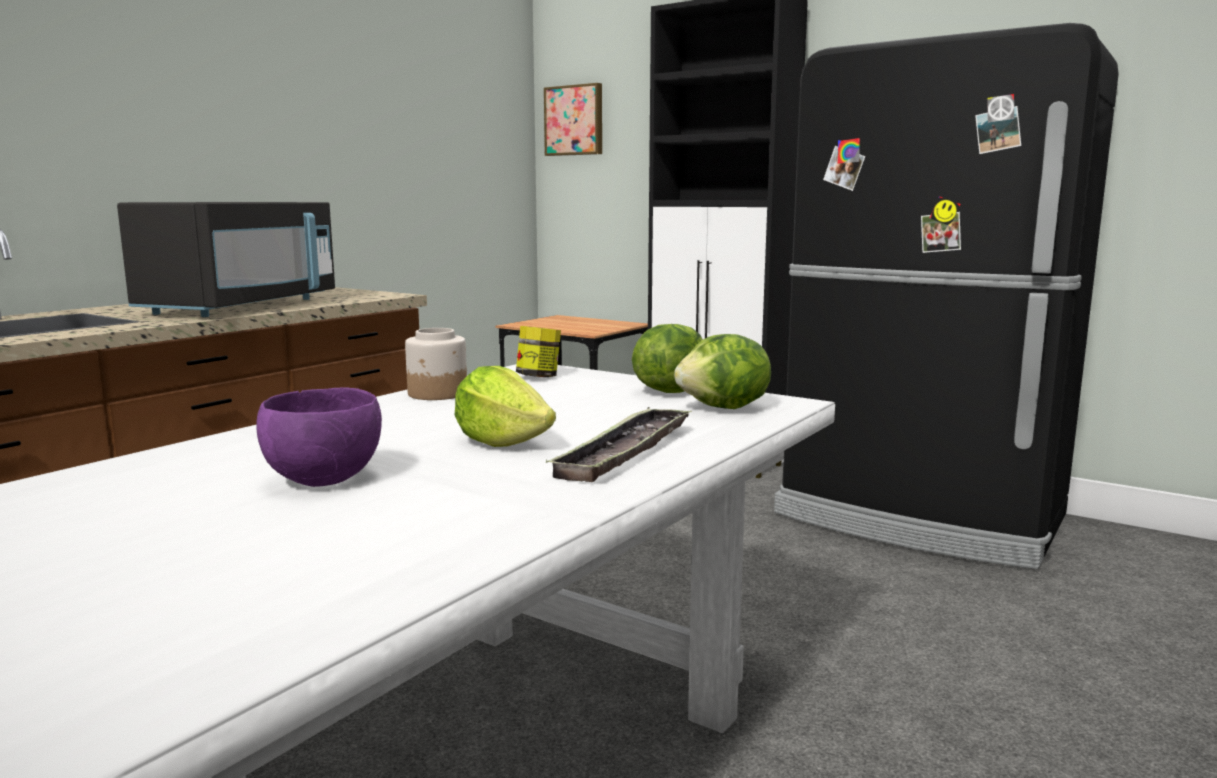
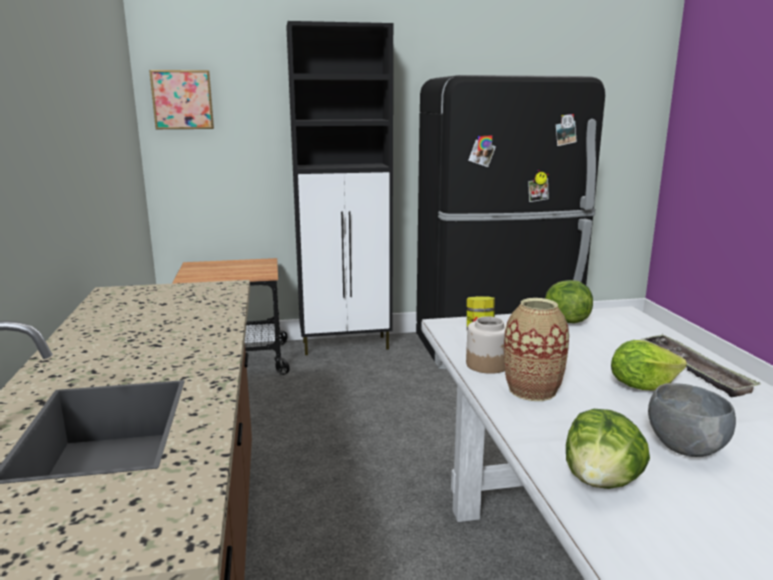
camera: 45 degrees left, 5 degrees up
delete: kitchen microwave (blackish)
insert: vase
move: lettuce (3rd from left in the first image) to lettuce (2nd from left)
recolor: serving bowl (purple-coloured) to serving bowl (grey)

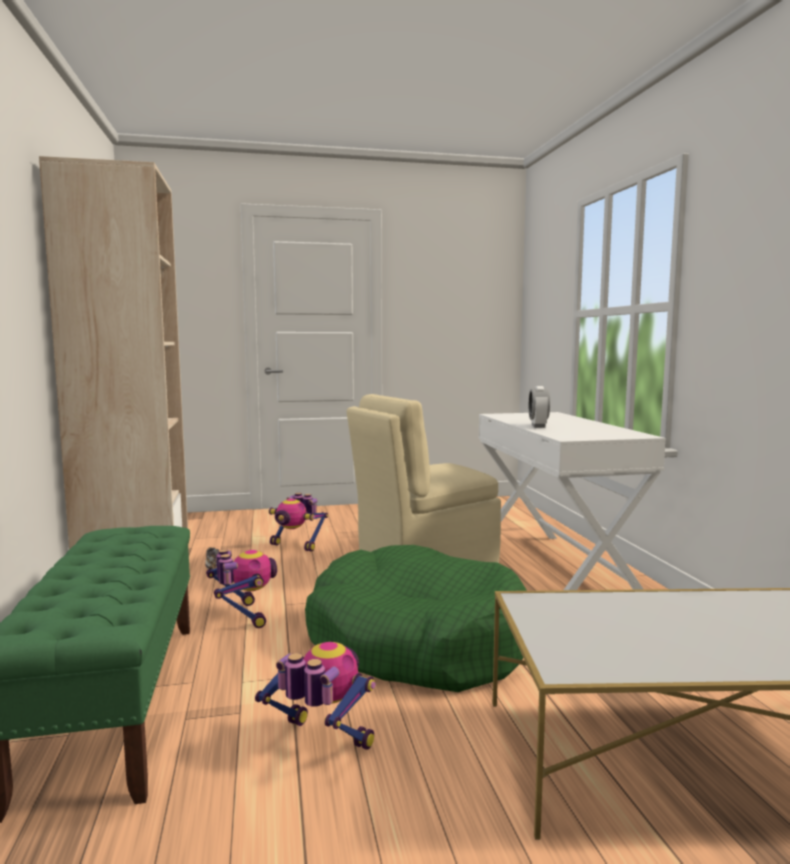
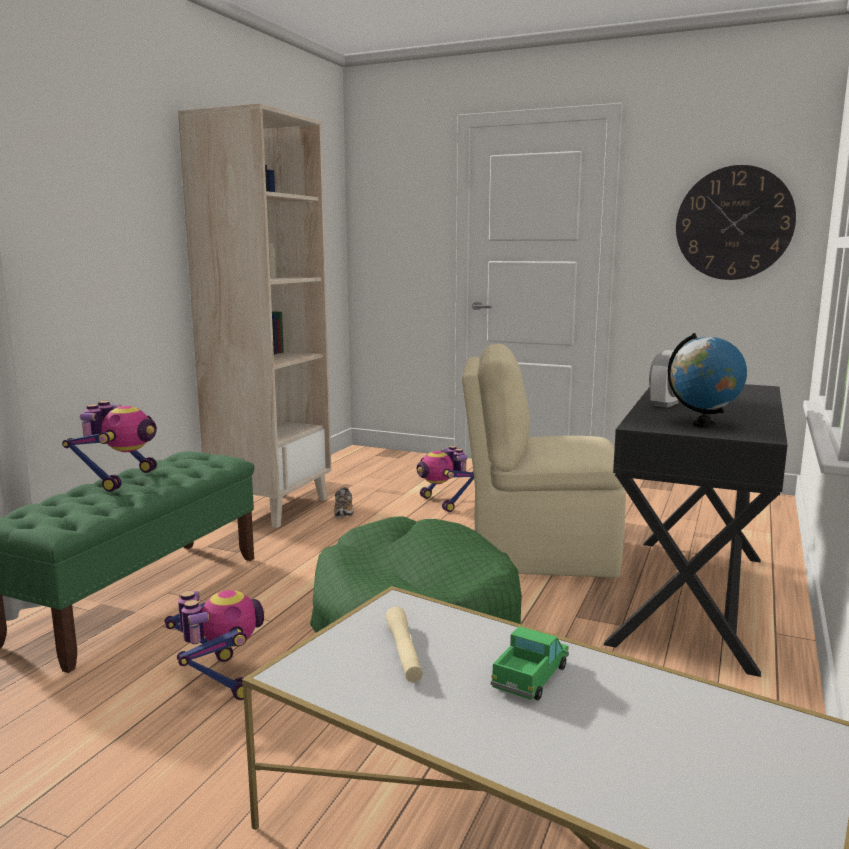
camera: 35 degrees right, 5 degrees up
insert: flashlight (beige-coloured); toy truck; world globe; clock on the wall
move: toy robot (1st from left)
recolor: desk table (white) to desk table (blackish)

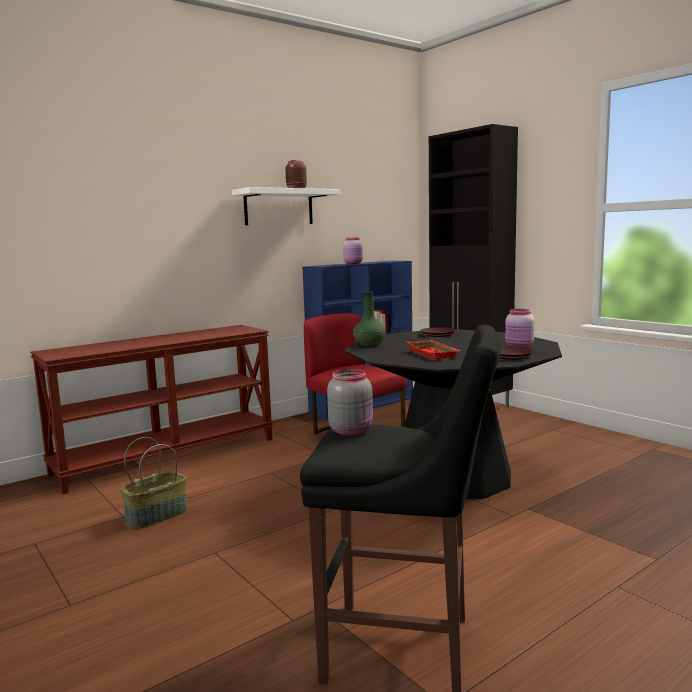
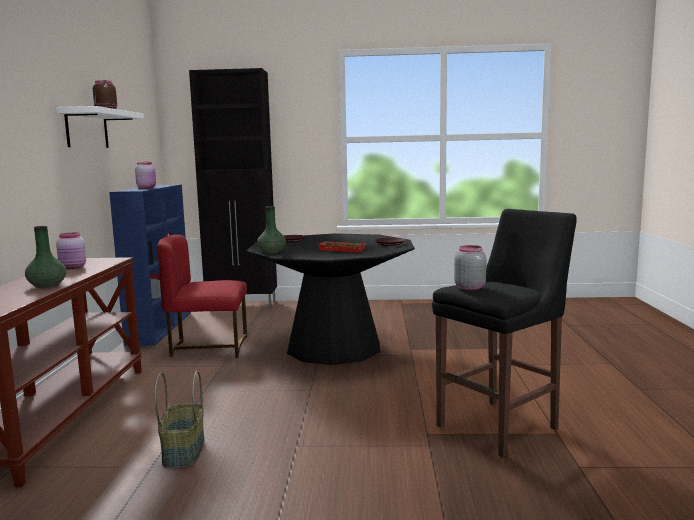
camera: 50 degrees left, 0 degrees up
insert: vase (green-coloured) (1st from left)
move: storage jar (pinkish) (2nd from left in the first image) to storage jar (pinkish) (1st from left)

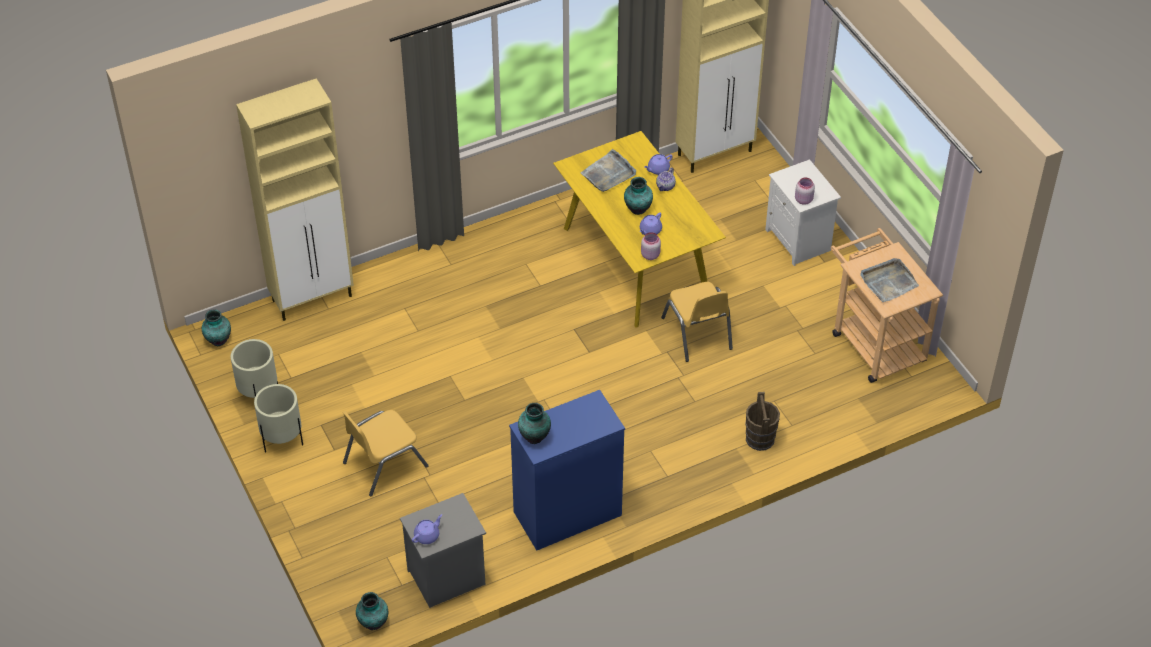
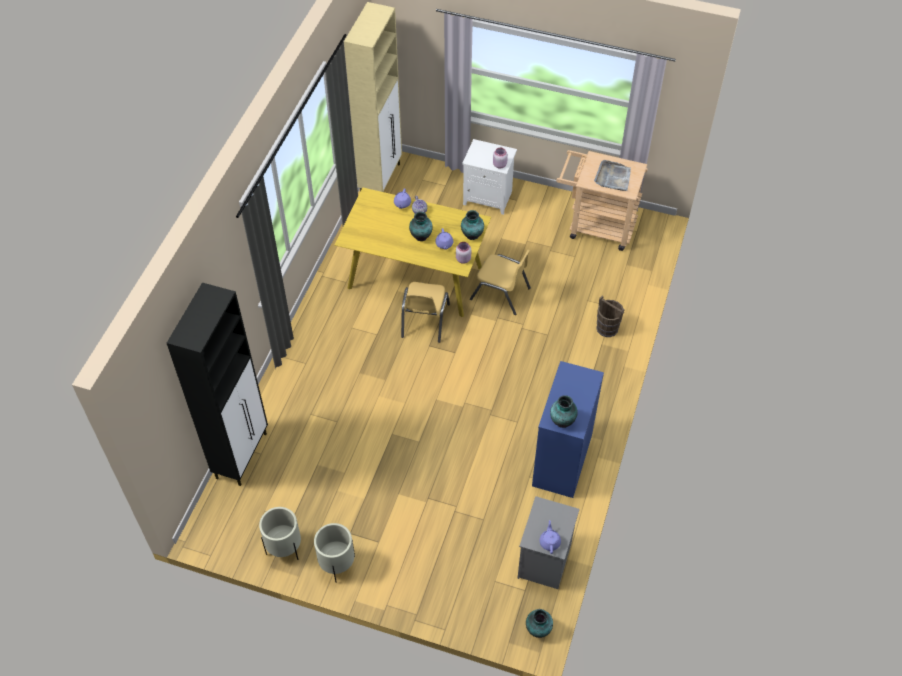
camera: 45 degrees left, 5 degrees up
delete: serving tray (grey) (1st from left)
move: vase (1st from left in the first image) to vase (2nd from left); chair (yellow-coloured) (1st from left)
recolor: storage cabinet (beige-coloured) (1st from left) to storage cabinet (blackish)

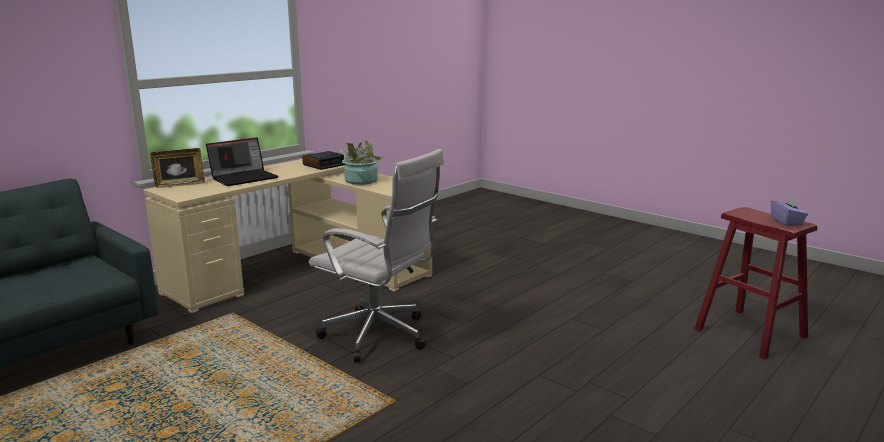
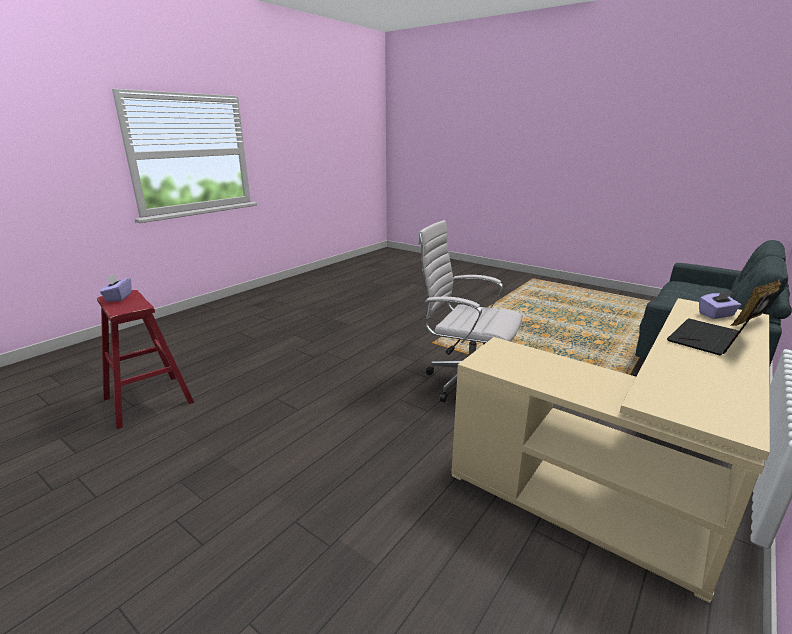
camera: 175 degrees right, 5 degrees up
delete: bedside clock; plant in a pot
insert: tissue box (purple-coloured) (2nd from left)

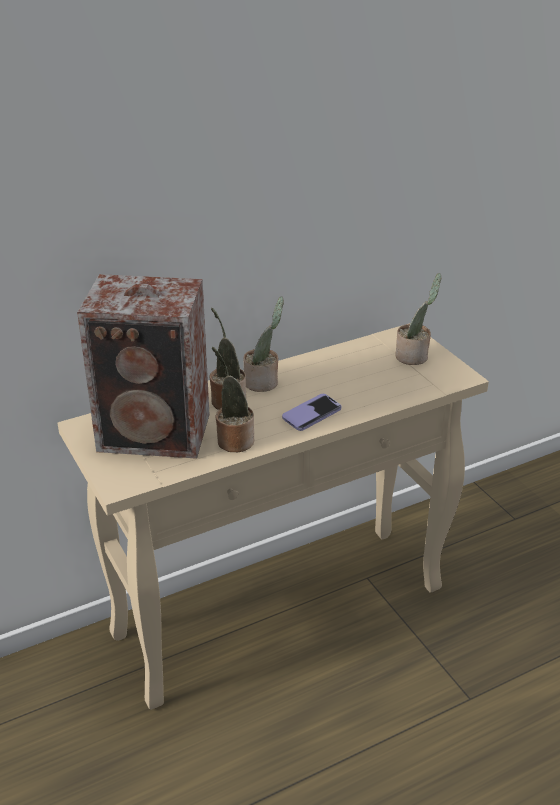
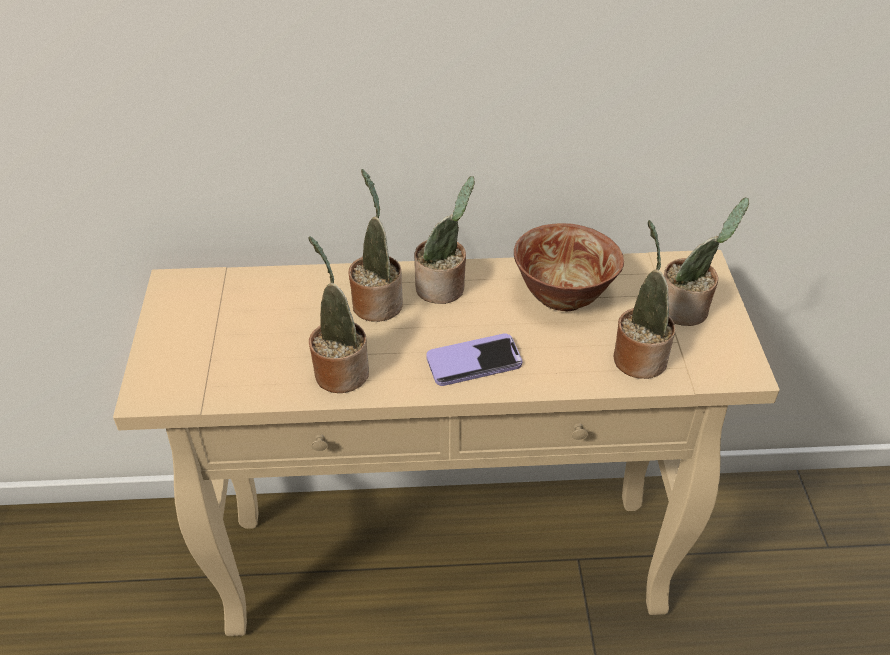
camera: 25 degrees right, 10 degrees up
delete: speaker
insert: serving bowl; plant in a pot (4th from left)

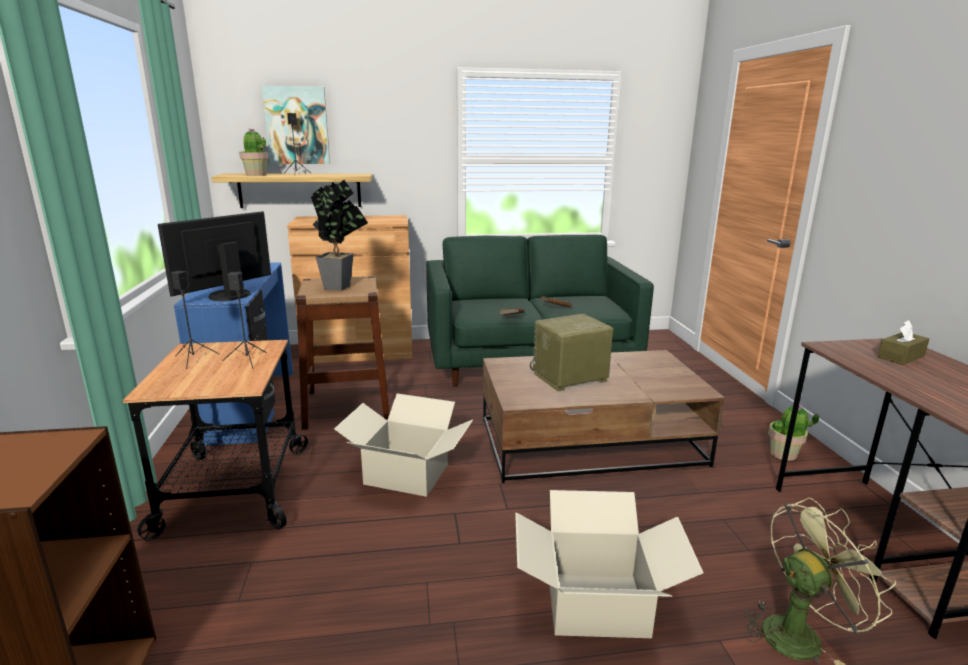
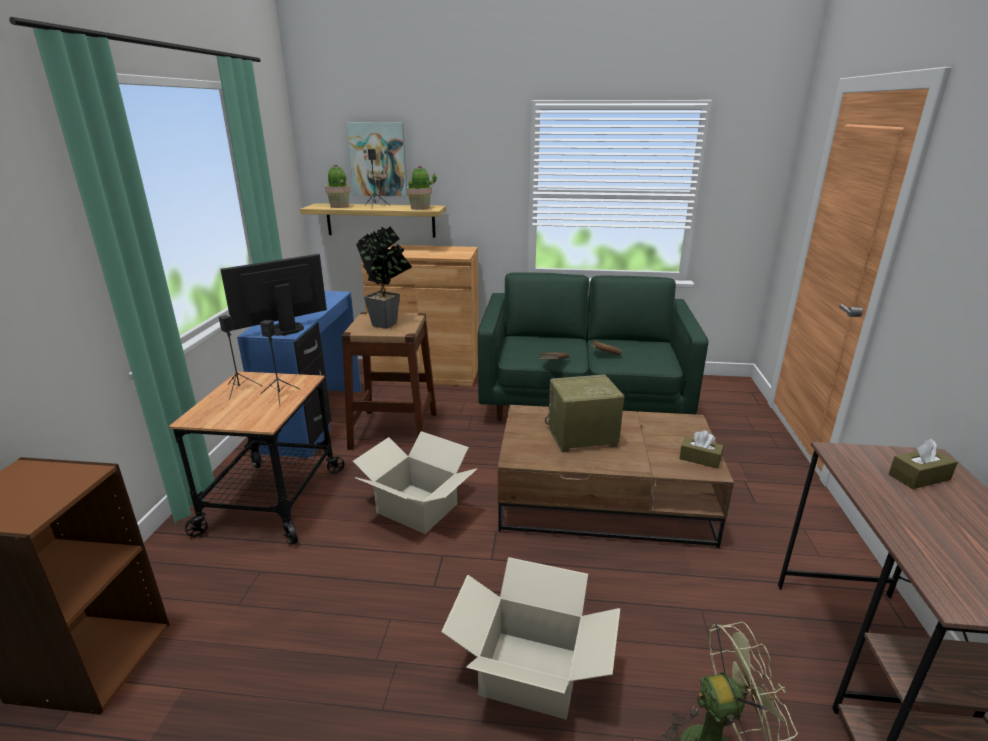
camera: 15 degrees right, 5 degrees up
insert: tissue box (brown-coloured) (1st from left)
move: plant in a pot (3rd from left)

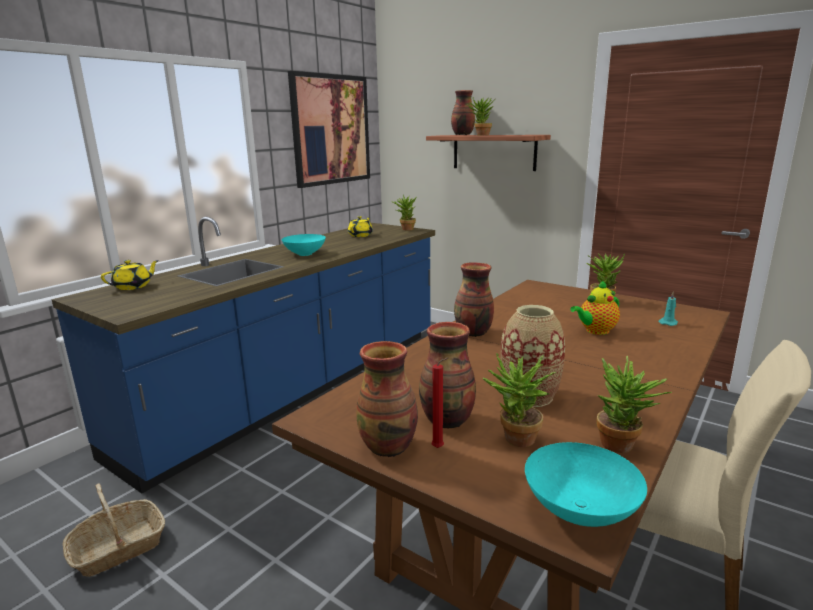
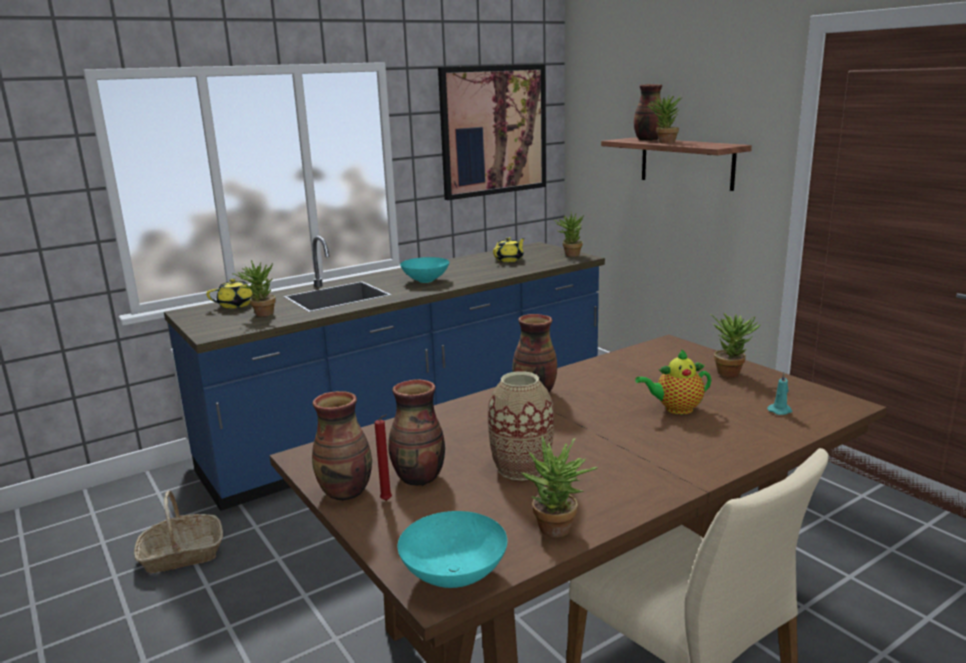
camera: 20 degrees right, 0 degrees up
move: plant in a pot (3rd from left in the first image) to plant in a pot (1st from left)

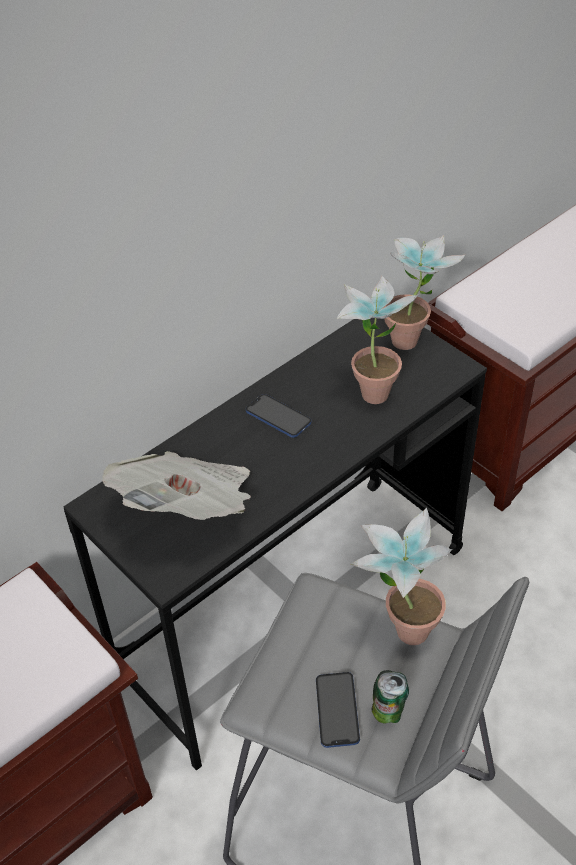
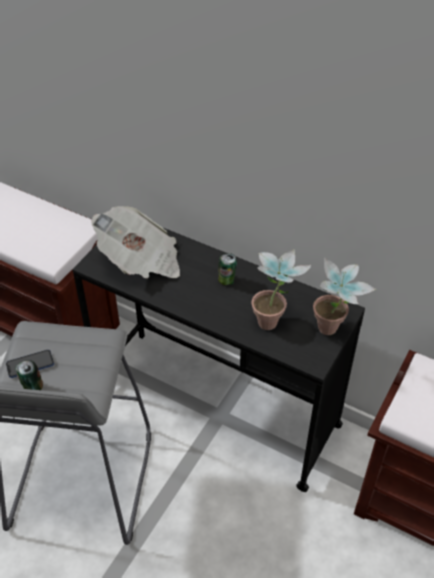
camera: 70 degrees right, 0 degrees up
delete: plant in a pot (2nd from left)
replace: handset (1st from left) to sealed can (2nd from left)

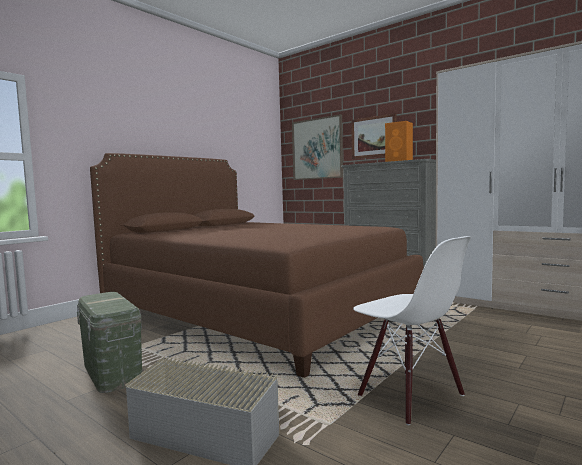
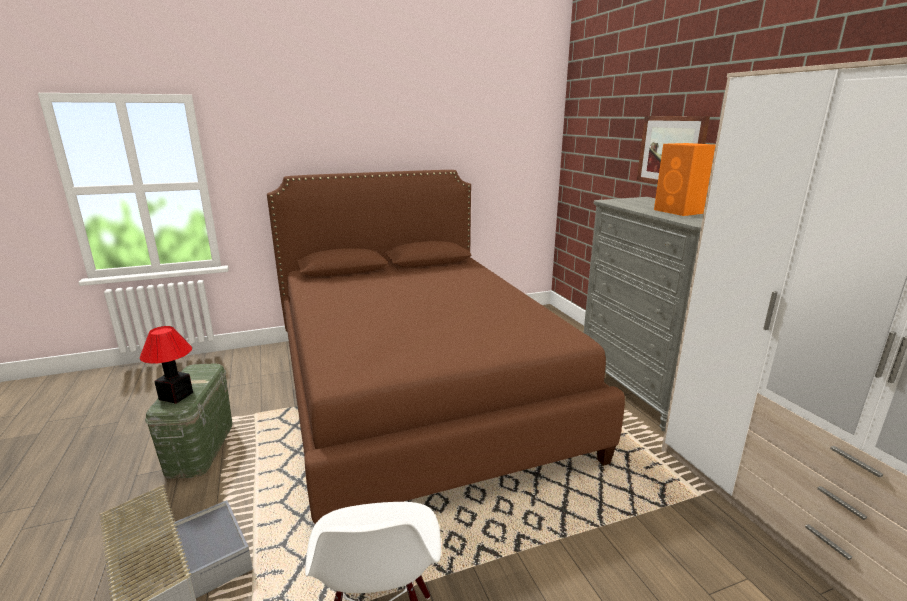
camera: 30 degrees right, 15 degrees up
delete: wall picture (1st from left)
insert: table lamp

